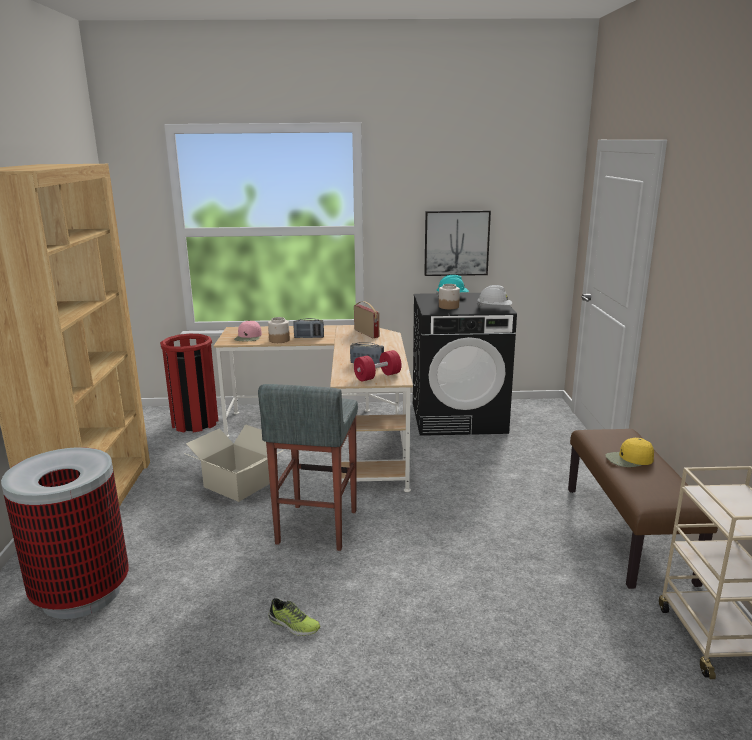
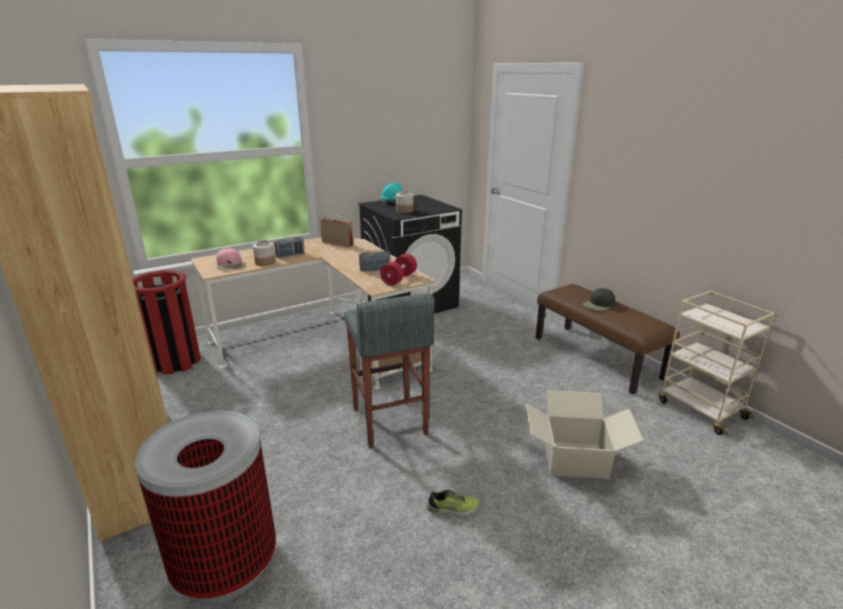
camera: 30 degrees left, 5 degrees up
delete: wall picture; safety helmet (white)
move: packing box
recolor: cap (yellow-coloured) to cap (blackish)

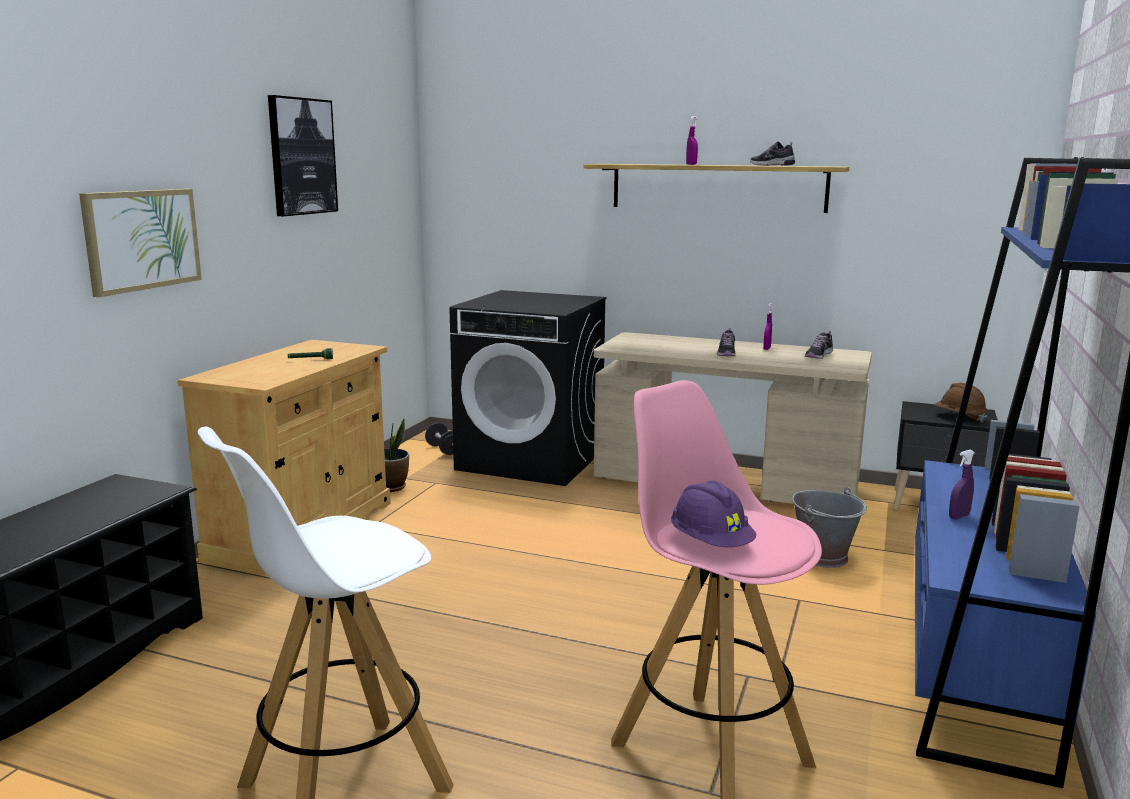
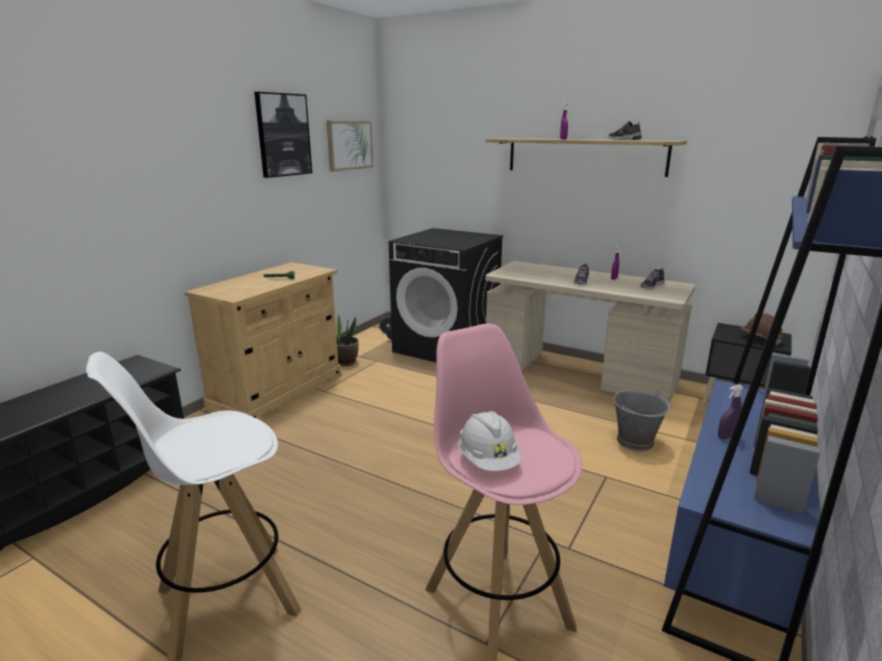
camera: 10 degrees right, 5 degrees up
move: wall picture (1st from left in the first image) to wall picture (2nd from left)
recolor: safety helmet (purple-coloured) to safety helmet (white)

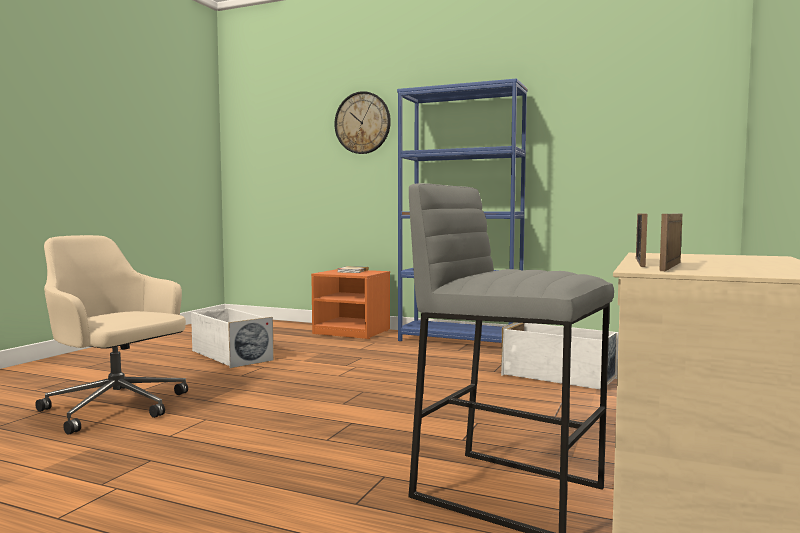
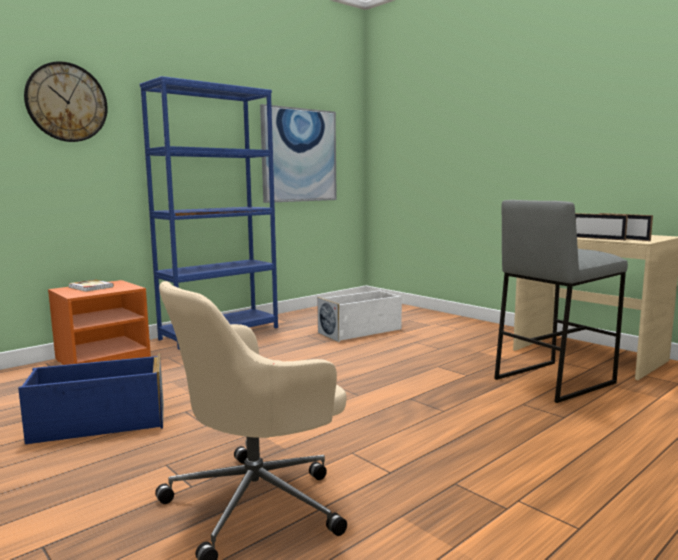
camera: 65 degrees left, 5 degrees up
insert: wall picture
recolor: storage container (white) (1st from left) to storage container (bluish)

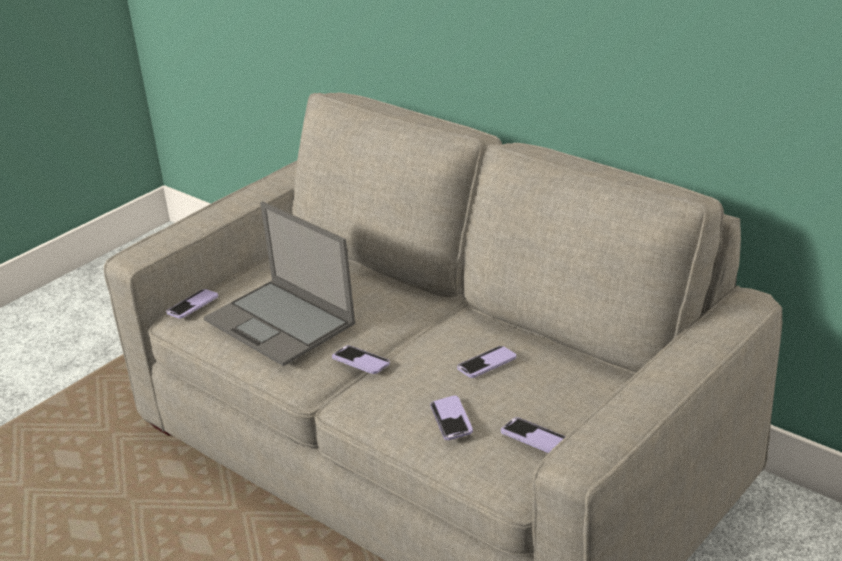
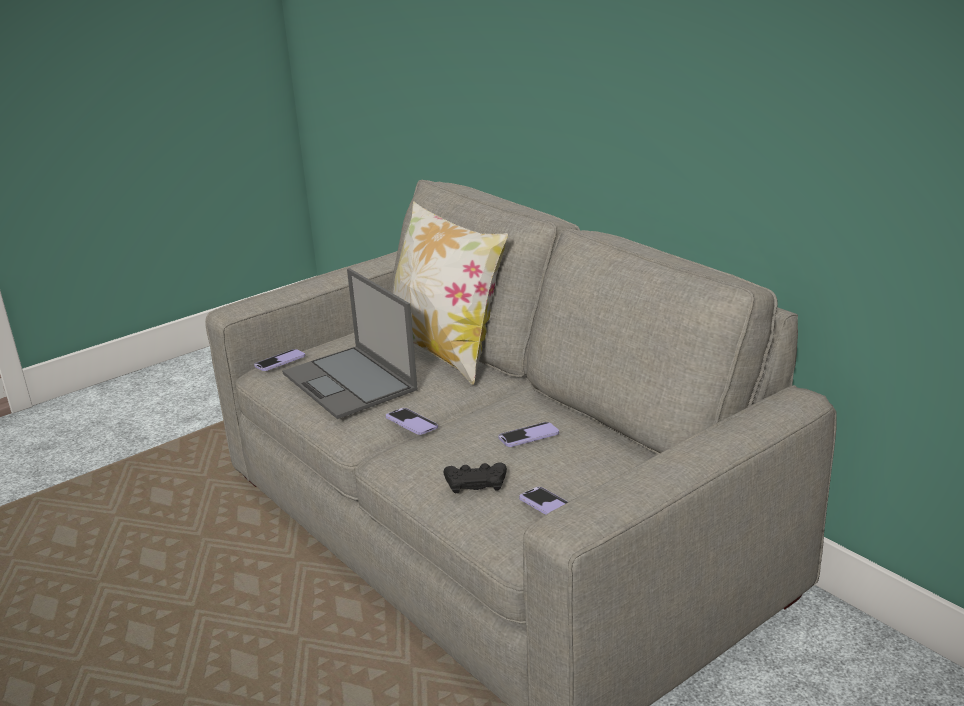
camera: 10 degrees right, 5 degrees down
insert: cushion
replace: handset (3rd from left) to game controller (blackish)

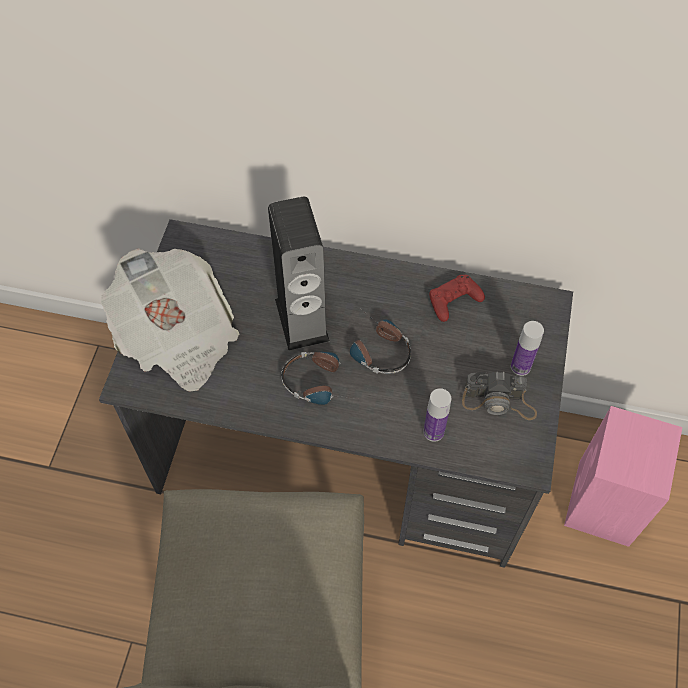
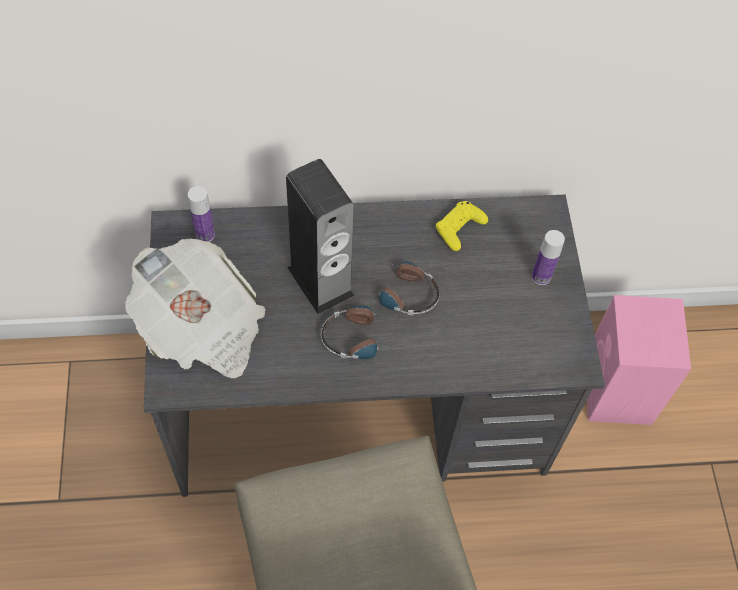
camera: 20 degrees left, 0 degrees up
delete: still camera
move: beverage bottle (1st from left)
recolor: game controller (reddish) to game controller (yellow-coloured)

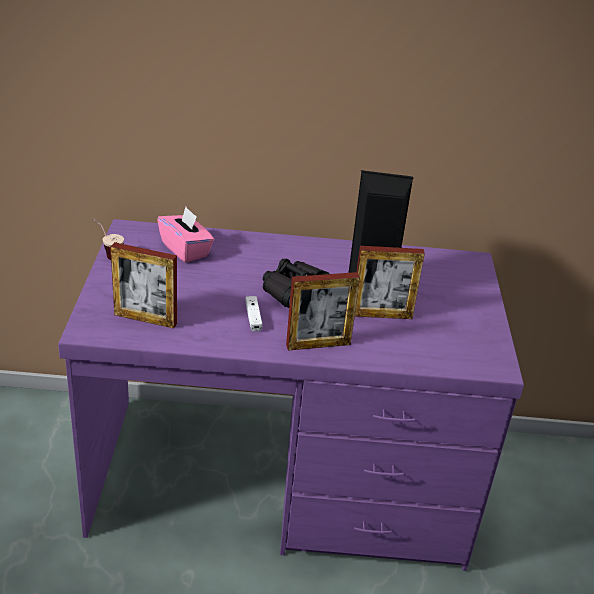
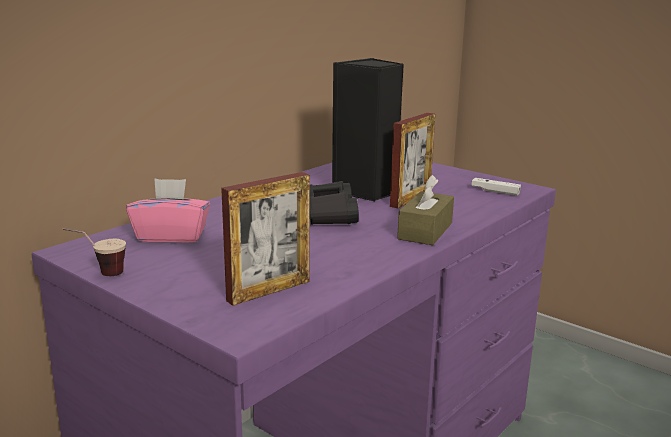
camera: 50 degrees left, 15 degrees down
move: game controller (white)
replace: photo frame (2nd from left) to tissue box (brown-coloured)

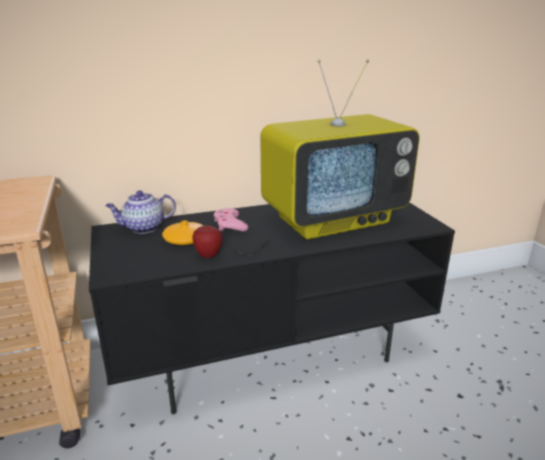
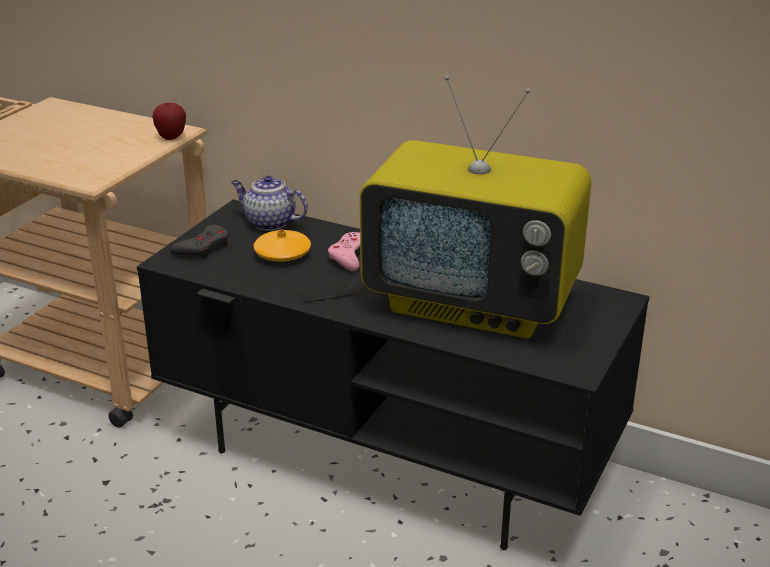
camera: 45 degrees right, 5 degrees up
insert: game controller (grey)
move: apple fruit

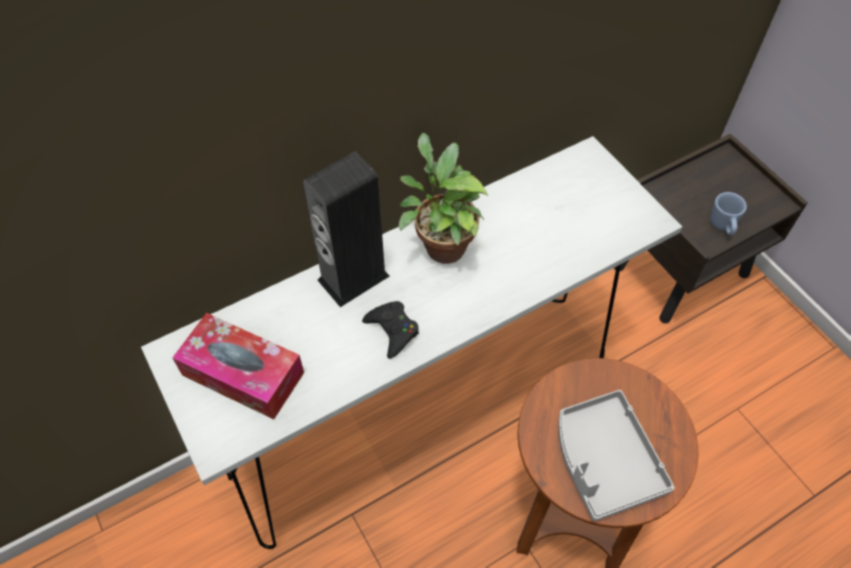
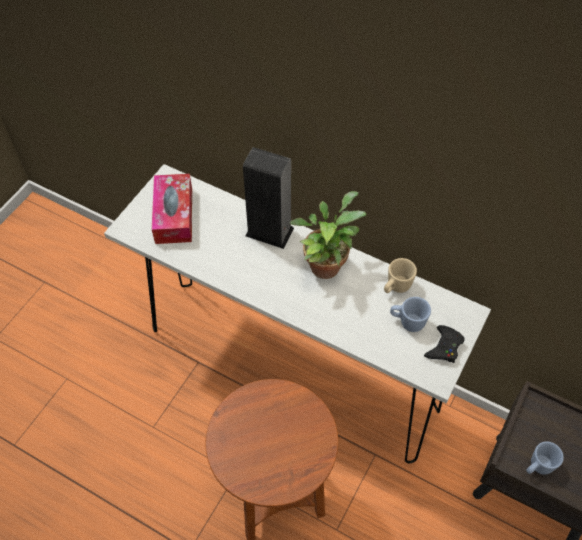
camera: 60 degrees right, 0 degrees up
delete: serving tray (grey)
insert: coffee mug (beige-coloured); coffee mug (bluish) (1st from left)
move: game controller (blackish)

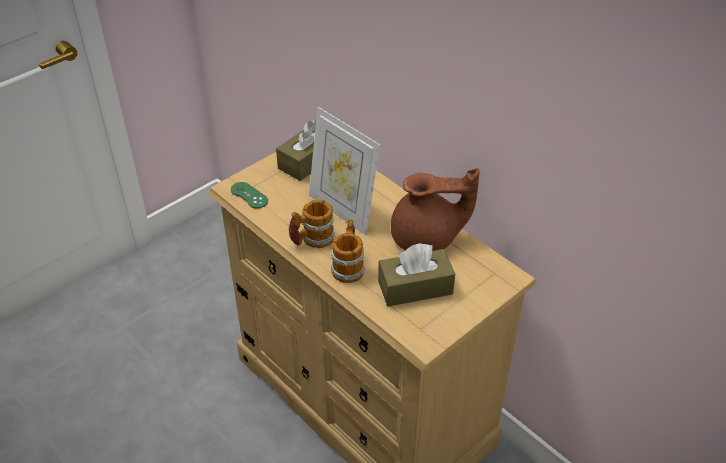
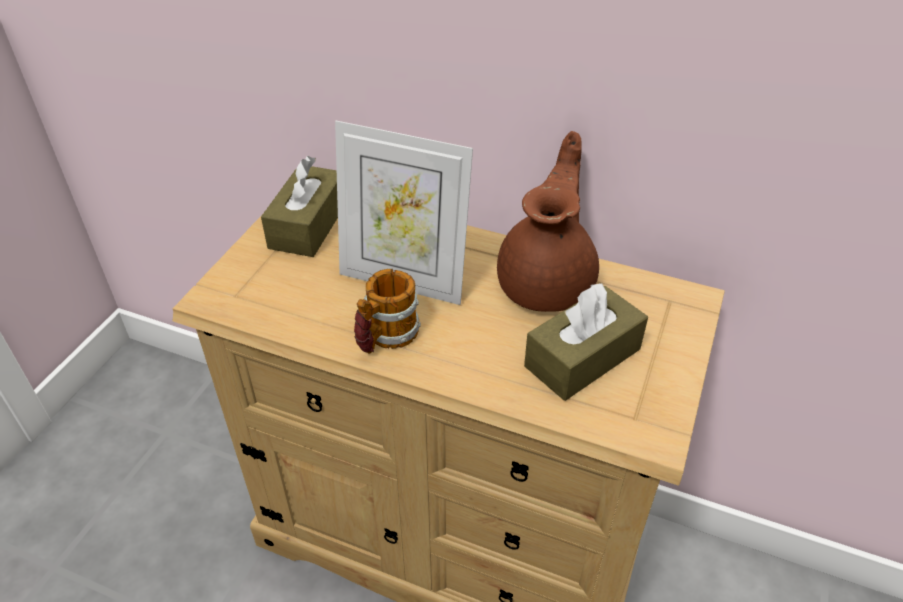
camera: 25 degrees left, 0 degrees up
delete: game controller (green-coloured); coffee mug (2nd from left)
rotate: pot for tea (brown-coloured) 45 degrees counterclockwise

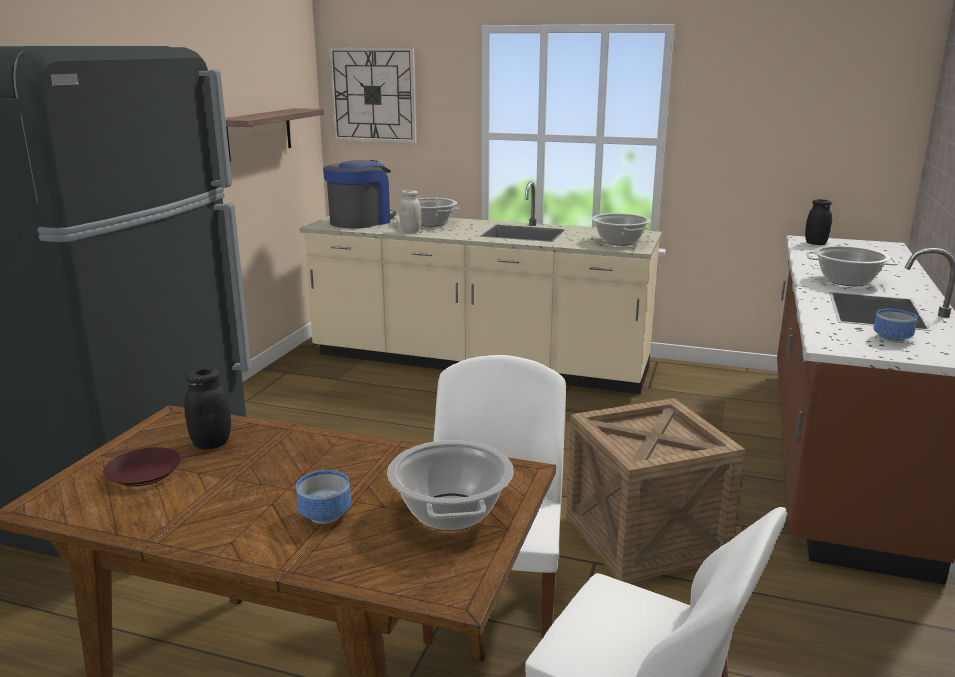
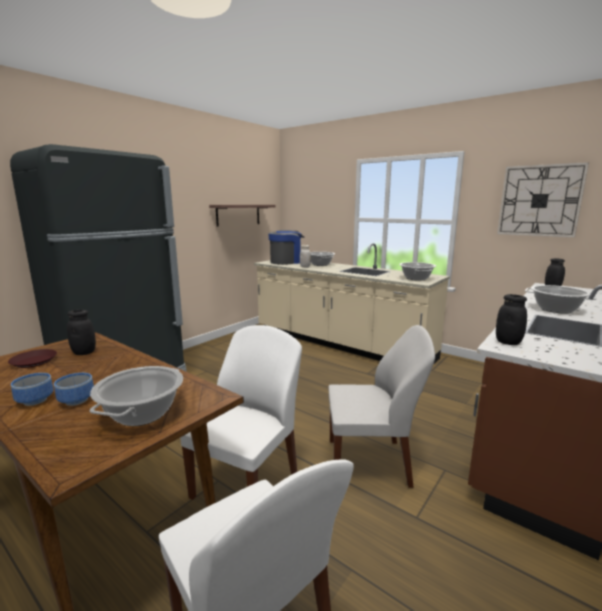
camera: 20 degrees right, 5 degrees down
insert: storage jar (blackish) (2nd from left)
move: clock on the wall; serving bowl (2nd from left in the first image) to serving bowl (1st from left)
replace: packing crate to chair (white) (3rd from left)

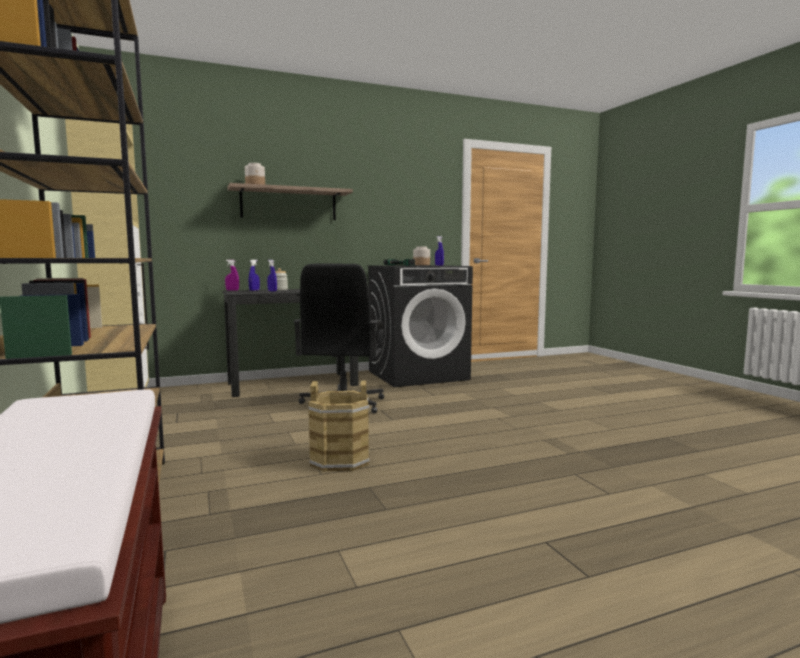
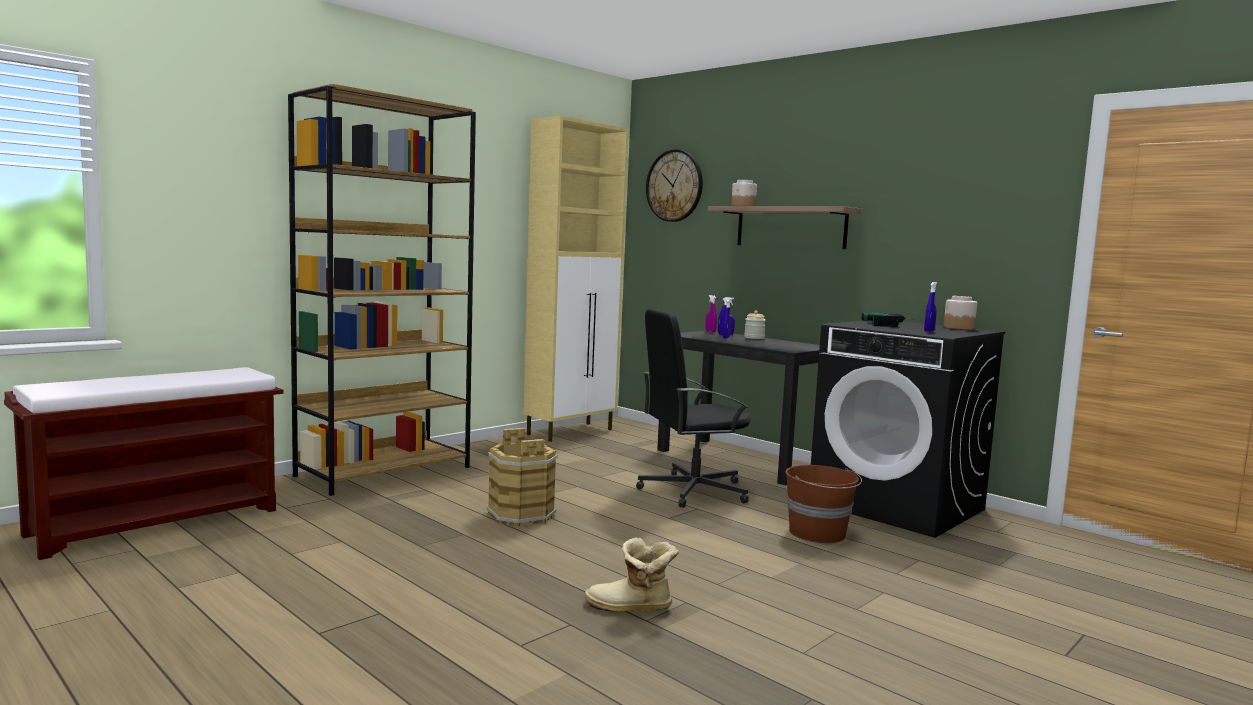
camera: 65 degrees right, 0 degrees up
insert: tall boot; clock on the wall; water bucket (brown-coloured) (2nd from left)

